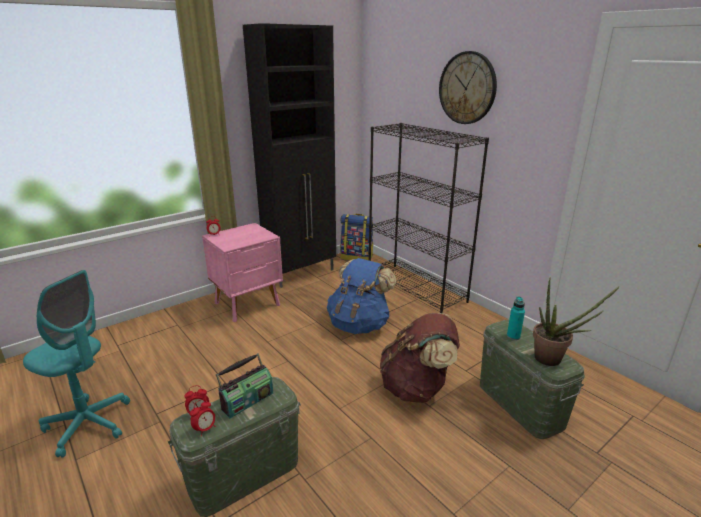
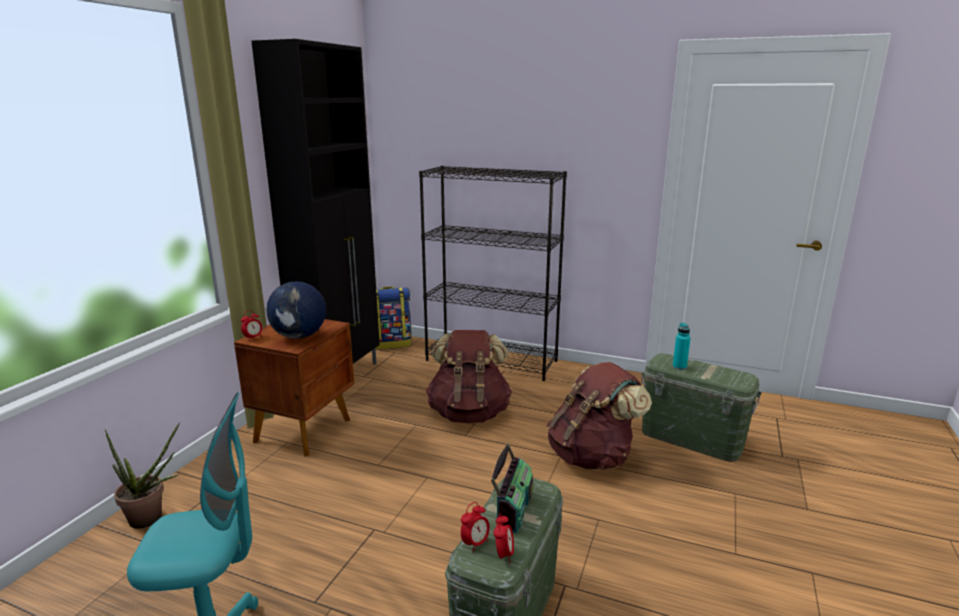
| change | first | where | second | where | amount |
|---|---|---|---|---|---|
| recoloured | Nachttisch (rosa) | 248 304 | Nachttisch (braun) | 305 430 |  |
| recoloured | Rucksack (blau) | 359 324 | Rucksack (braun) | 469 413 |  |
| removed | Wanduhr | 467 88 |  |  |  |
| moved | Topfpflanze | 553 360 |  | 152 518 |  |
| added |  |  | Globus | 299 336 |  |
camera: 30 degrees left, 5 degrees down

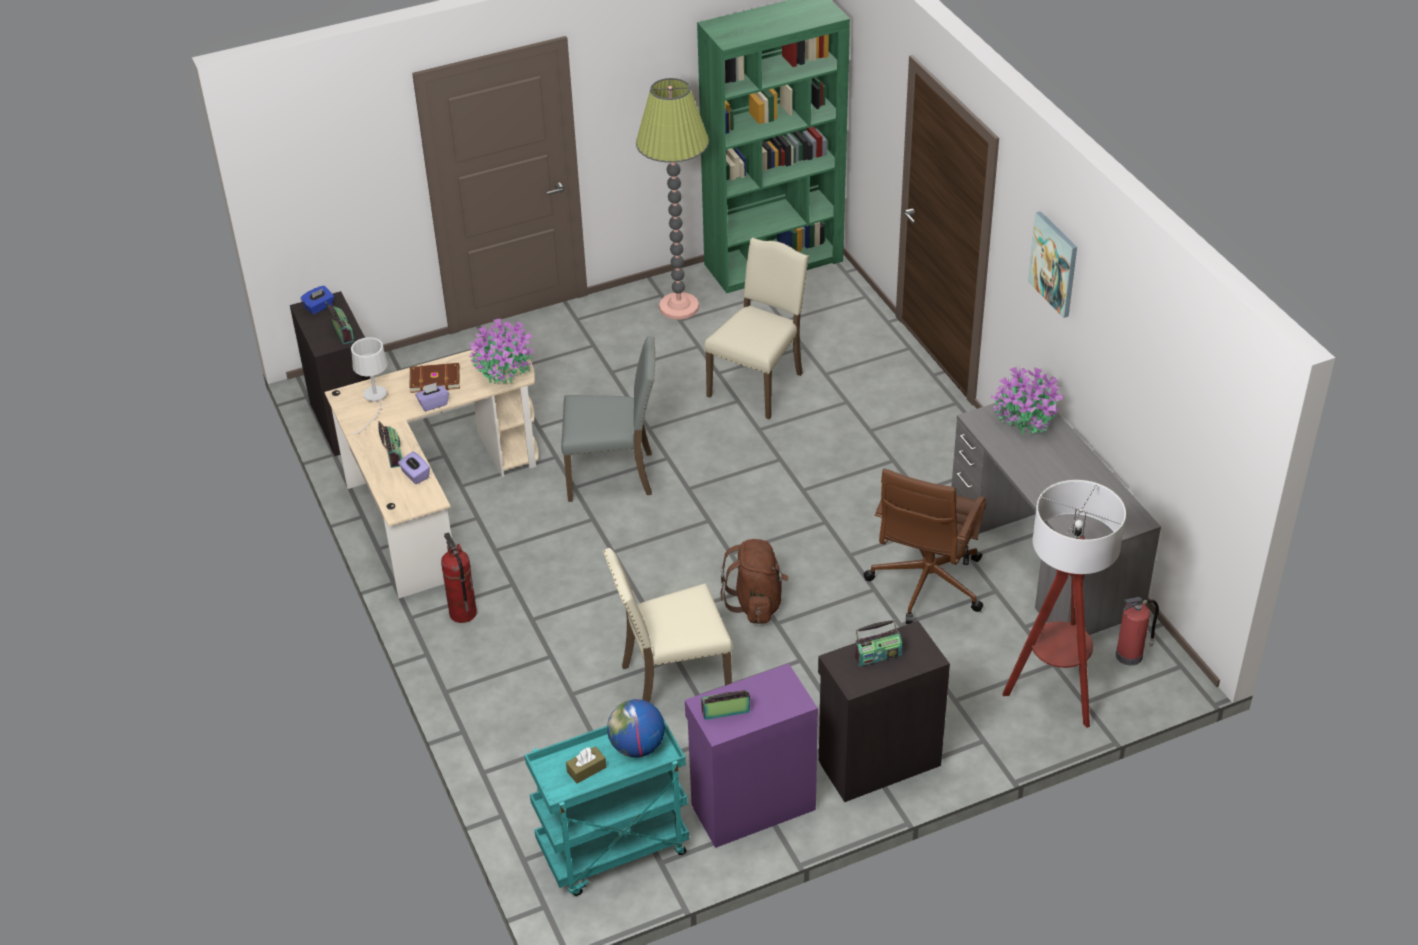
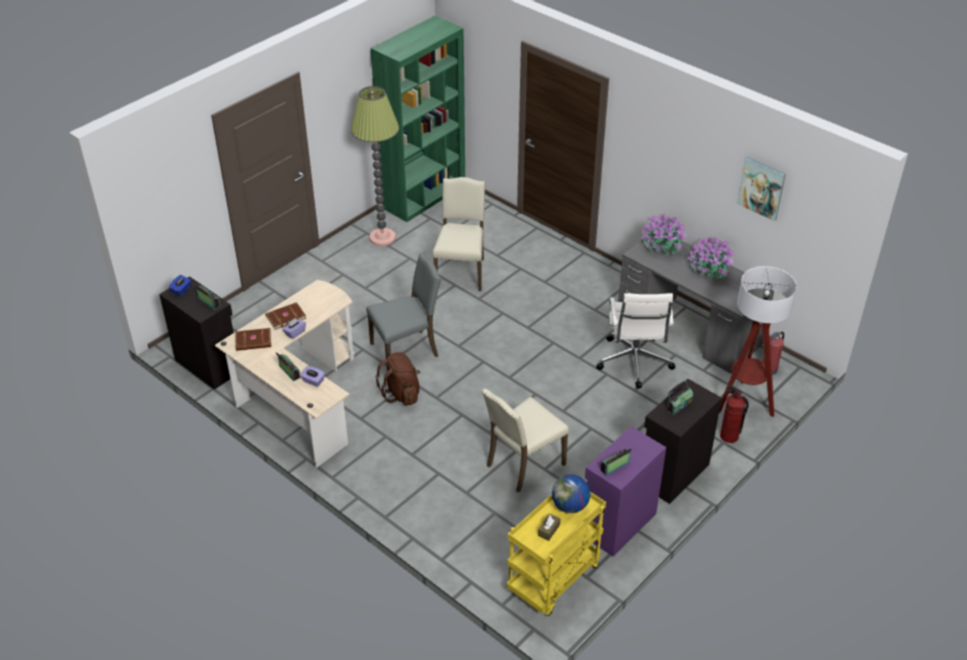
| change | first | where | second | where | amount |
|---|---|---|---|---|---|
| replaced | Tischlampe (weiß) | 374 401 | Buch (braun) | 253 341 |  |
| moved | Feuerlöscher | 463 613 |  | 729 436 |  |
| moved | Topfpflanze | 502 369 |  | 709 270 |  |
| recoloured | Rollwagen (türkis) | 613 852 | Rollwagen (gelb) | 553 580 |  |
| moved | Rucksack (braun) | 756 603 |  | 401 393 |  |
| recoloured | Bürostuhl (braun) | 925 585 | Bürostuhl (weiß) | 634 363 |  |
| moved | Bild | 1054 263 |  | 761 188 |  |
camera: 25 degrees left, 0 degrees up

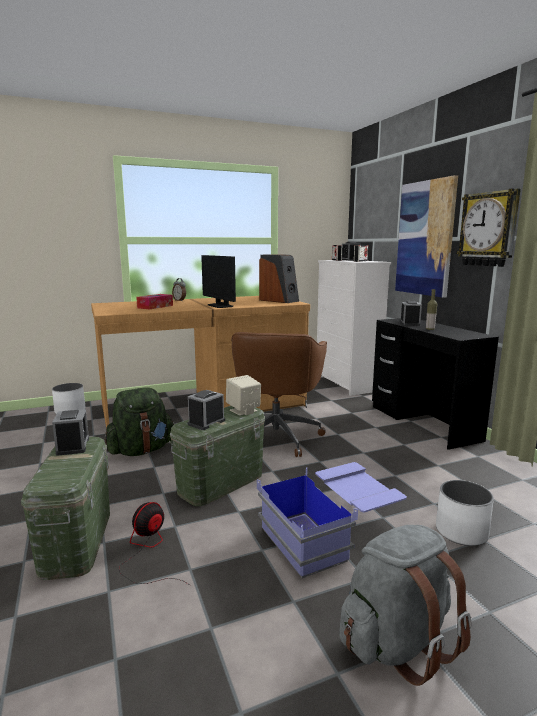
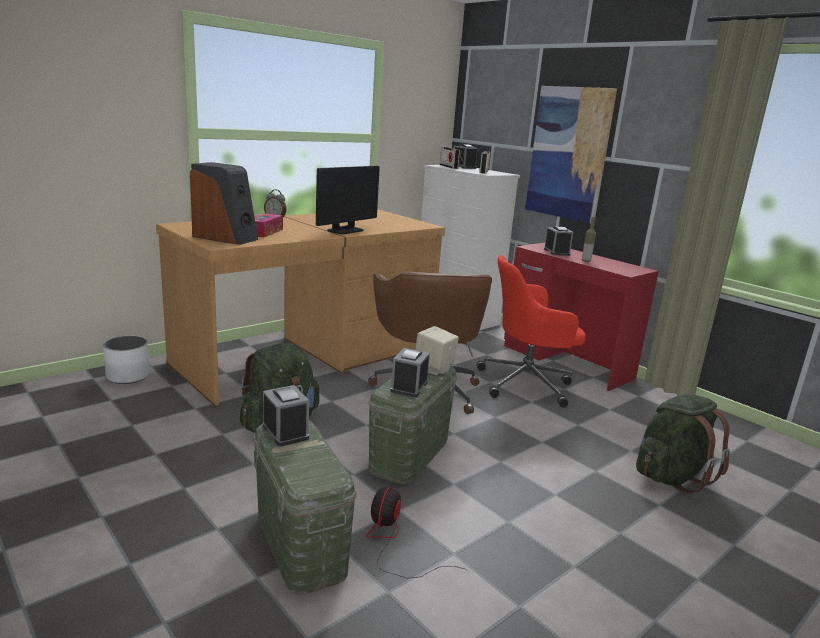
| change | first | where | second | where | amount |
|---|---|---|---|---|---|
| turned | Monitor | 220 306 |  | 345 230 | 90 degrees counterclockwise |
| removed | Aufbewahrungsbox (blau) | 330 536 |  |  |  |
| moved | Lautsprecher | 279 300 |  | 225 238 |  |
| removed | Rucksack (grau) | 397 642 |  |  |  |
| recoloured | Schreibtisch (schwarz) | 423 422 | Schreibtisch (rot) | 566 362 |  |
| replaced | Pflanzkübel (weiß) | 461 532 | Rucksack (grün) | 671 476 |  |
| removed | Wanduhr | 488 229 |  |  |  |
| added |  |  | Bürostuhl (rot) | 527 383 |  |
camera: 20 degrees left, 5 degrees up

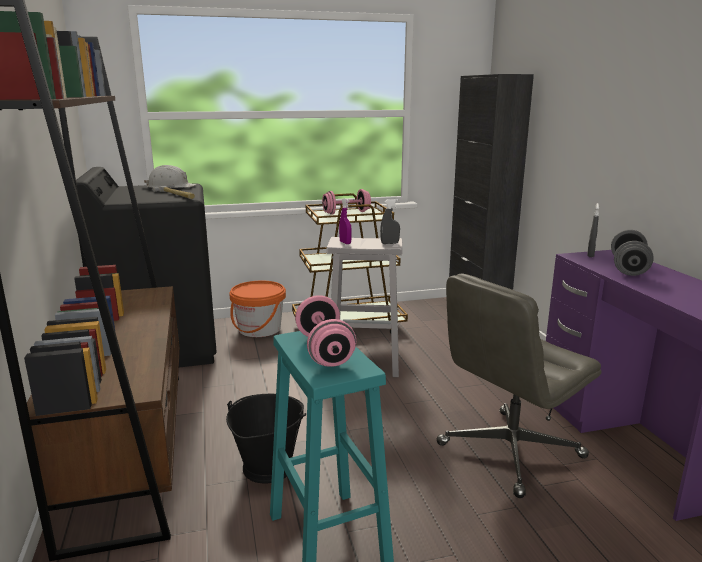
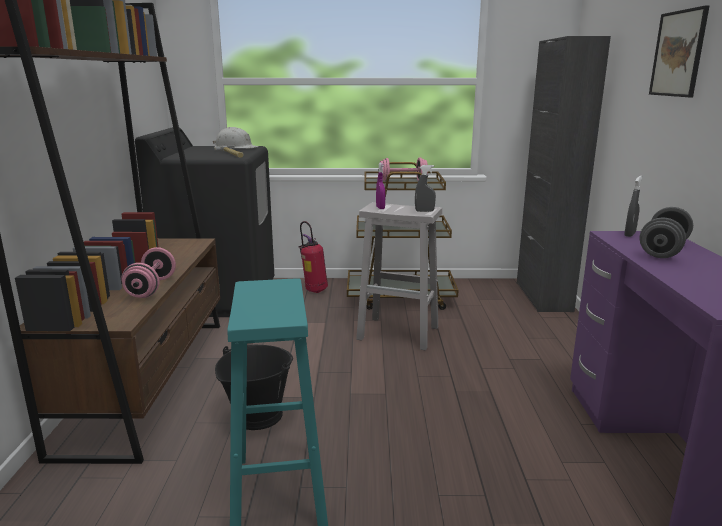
| change | first | where | second | where | amount |
|---|---|---|---|---|---|
| replaced | Eimer (orange) | 259 329 | Feuerlöscher | 314 291 |  |
| moved | Hantel (rosa) | 324 350 |  | 151 288 |  |
| removed | Bürostuhl (grau) | 509 452 |  |  |  |
| added |  |  | Bild | 678 53 |  |
camera: 15 degrees right, 0 degrees up

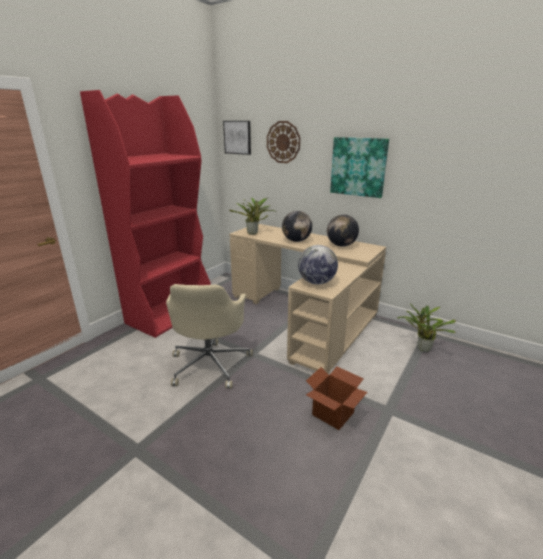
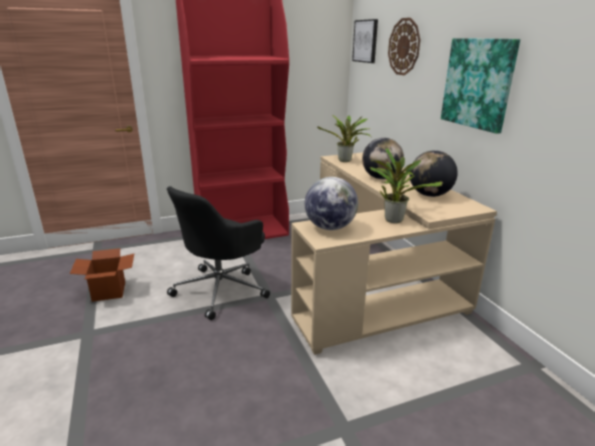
| change | first | where | second | where | amount |
|---|---|---|---|---|---|
| recoloured | Bürostuhl (beige) | 210 363 | Bürostuhl (schwarz) | 221 289 |  |
| moved | Karton | 332 413 |  | 109 291 |  |
| moved | Topfpflanze | 421 348 |  | 393 219 |  |
camera: 35 degrees right, 0 degrees up

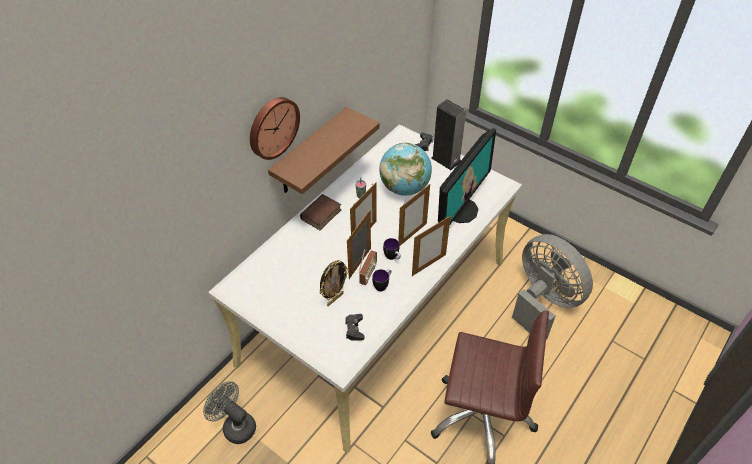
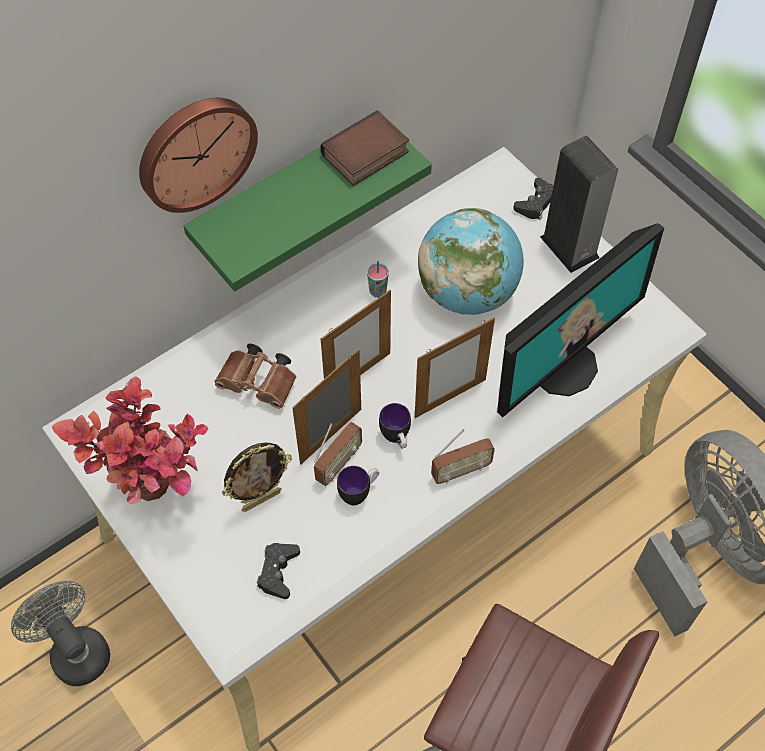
| change | first | where | second | where | amount |
|---|---|---|---|---|---|
| recoloured | Wandregal (braun) | 310 153 | Wandregal (grün) | 287 196 |  |
| moved | Buch | 321 215 |  | 365 155 |  |
| replaced | Bilderrahmen | 429 265 | Radio | 460 471 |  |
| added |  |  | Topfpflanze | 158 496 |  |
| added |  |  | Fernglas (braun) | 260 384 |  |
camera: 15 degrees right, 10 degrees up

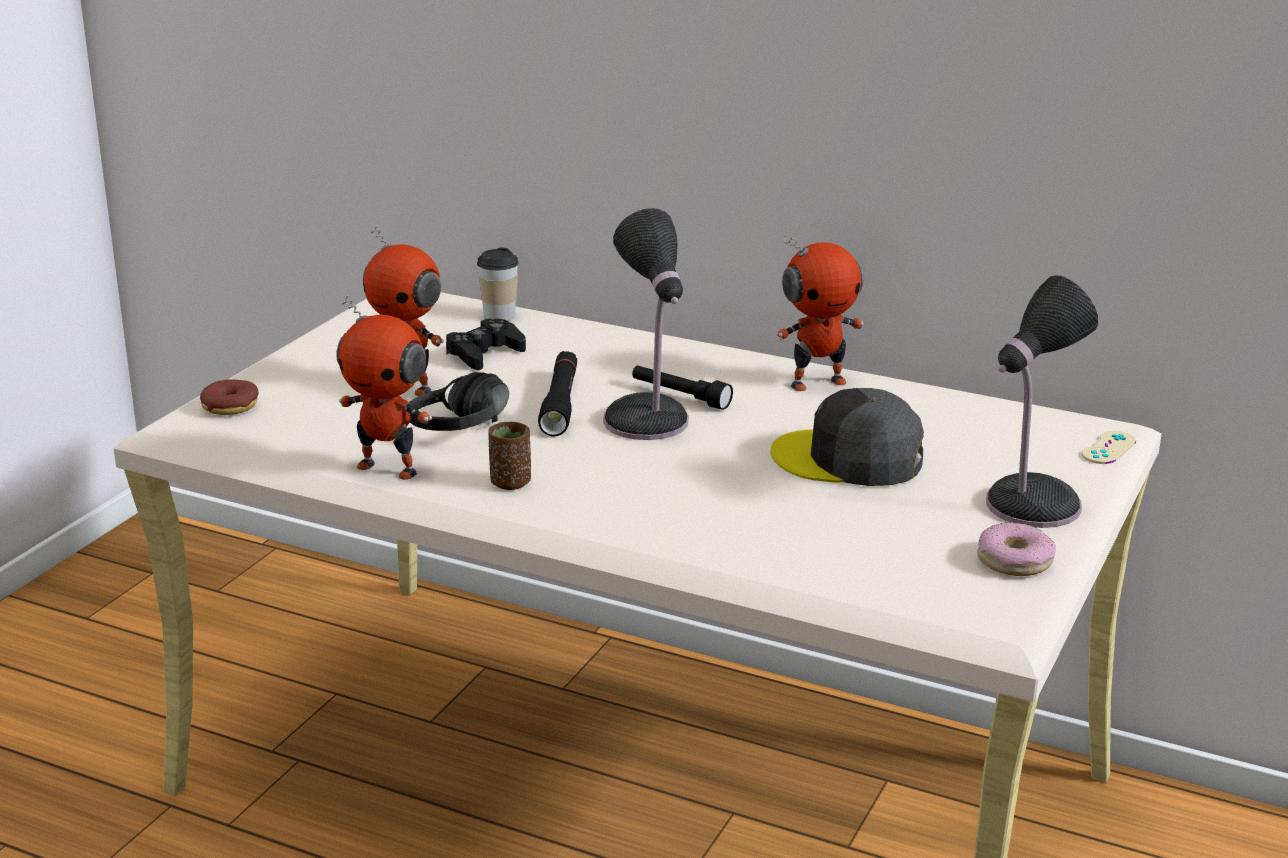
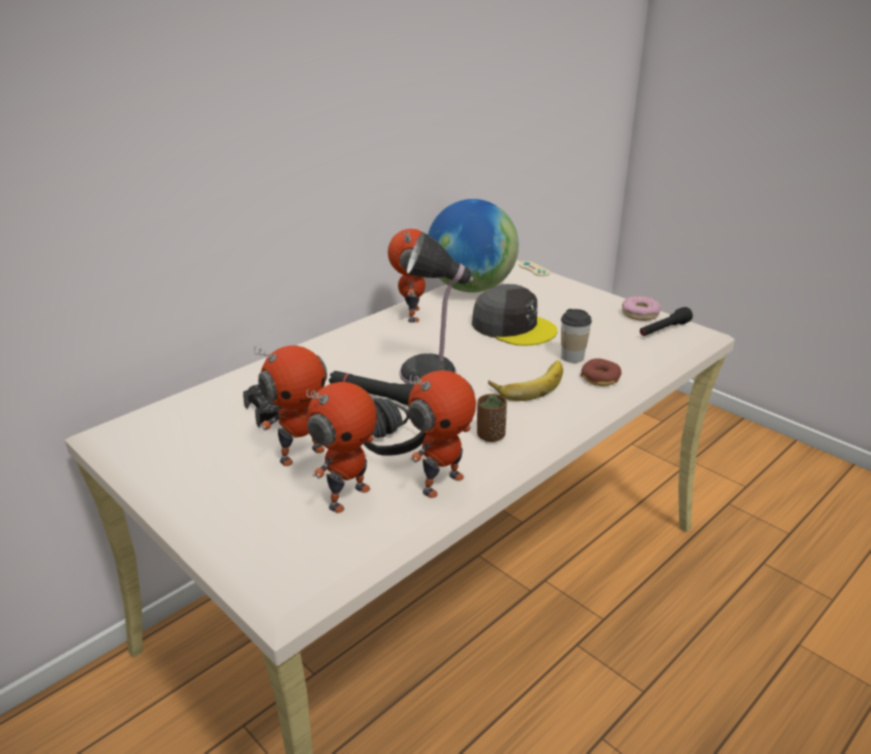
| change | first | where | second | where | amount |
|---|---|---|---|---|---|
| moved | Donut | 230 406 |  | 600 378 |  |
| moved | Tasse | 499 316 |  | 572 357 |  |
| moved | Taschenlampe (schwarz) | 680 396 |  | 663 330 |  |
| turned | Kappe (grau) | 849 459 |  | 513 327 | 90 degrees counterclockwise |
| removed | Tischlampe | 1027 506 |  |  |  |
| added |  |  | Spielzeugroboter | 347 496 |  |
| added |  |  | Globus | 470 288 |  |
| added |  |  | Banane | 528 383 |  |
camera: 70 degrees left, 5 degrees up

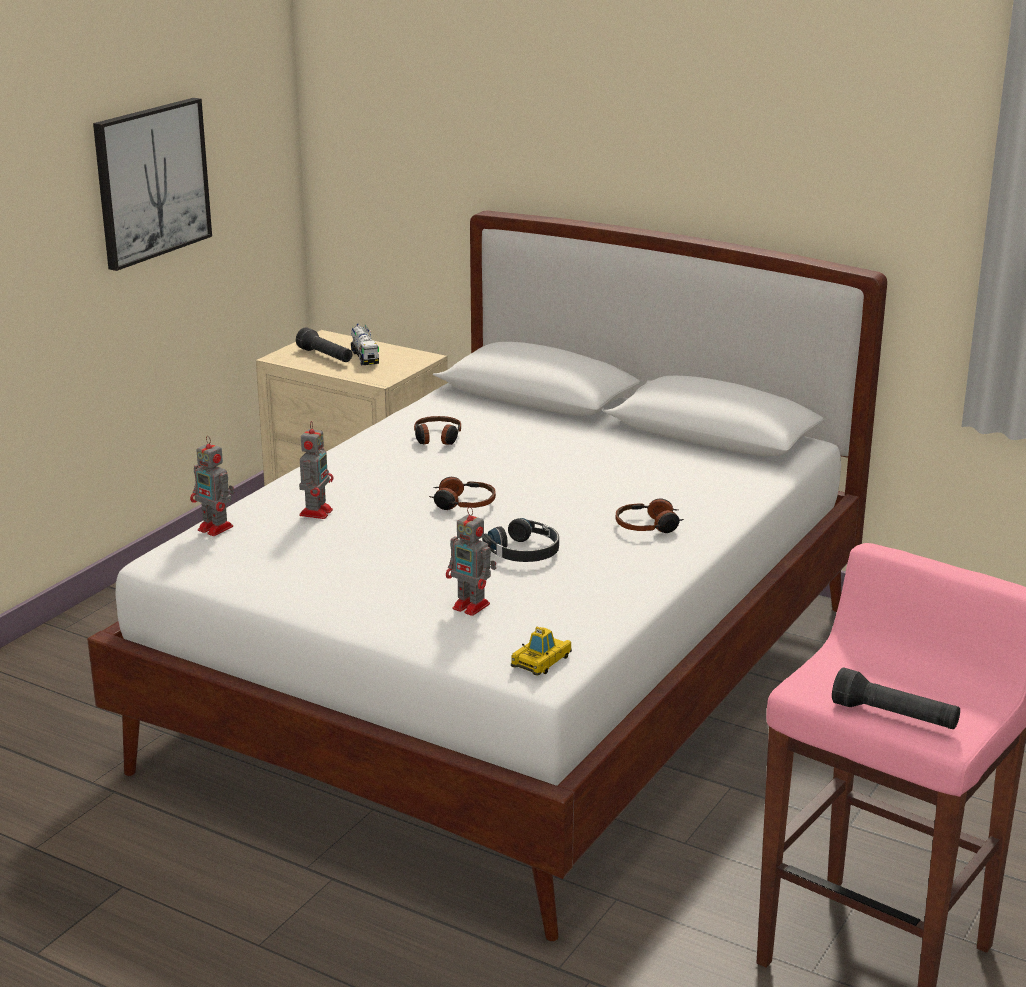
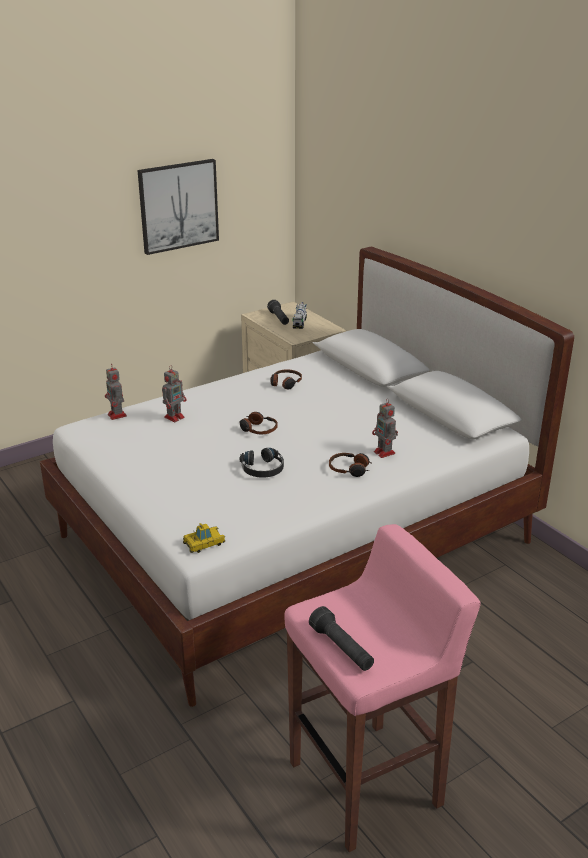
| change | first | where | second | where | amount |
|---|---|---|---|---|---|
| moved | Spielzeugroboter | 472 607 |  | 385 453 |  |
camera: 25 degrees right, 5 degrees up

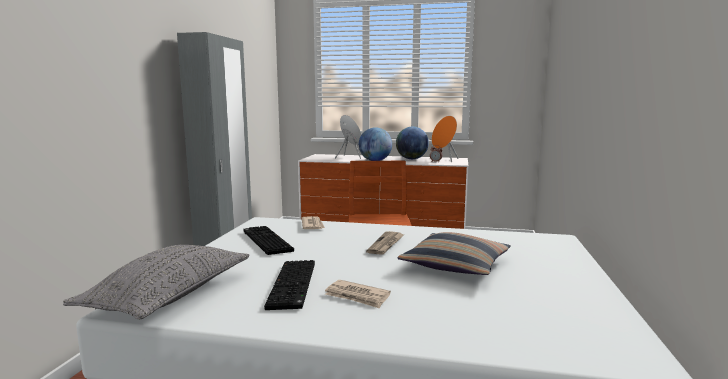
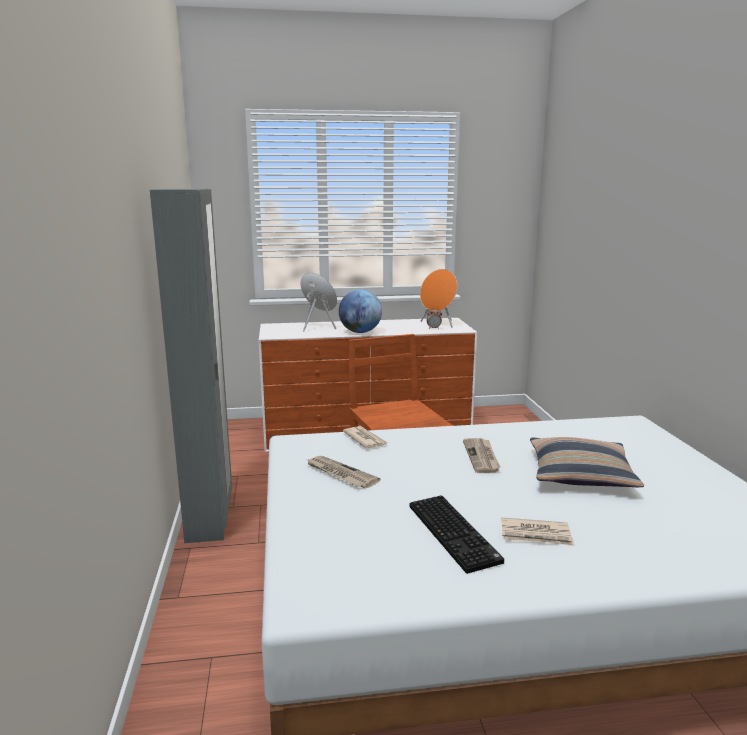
| change | first | where | second | where | amount |
|---|---|---|---|---|---|
| removed | Kissen (grau) | 169 296 |  |  |  |
| replaced | Tastatur | 265 241 | Zeitung | 340 474 |  |
| removed | Globus | 411 159 |  |  |  |
camera: 20 degrees left, 5 degrees up

